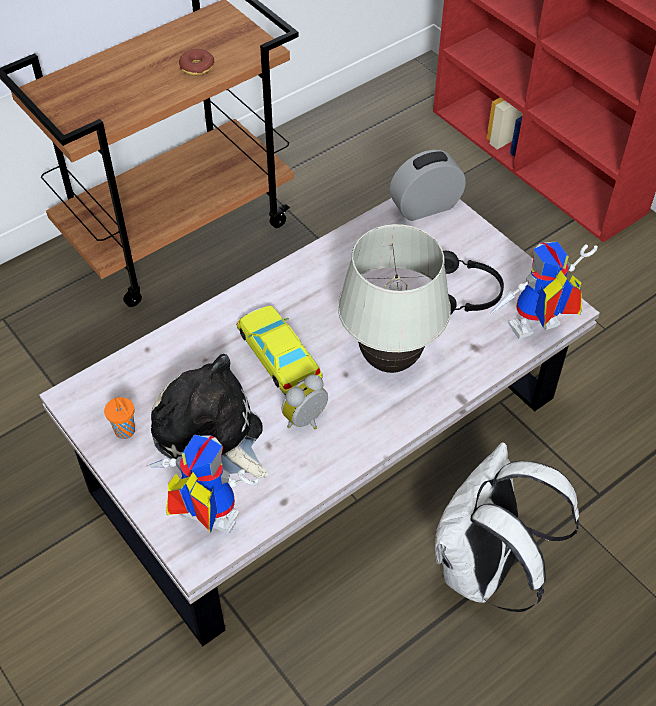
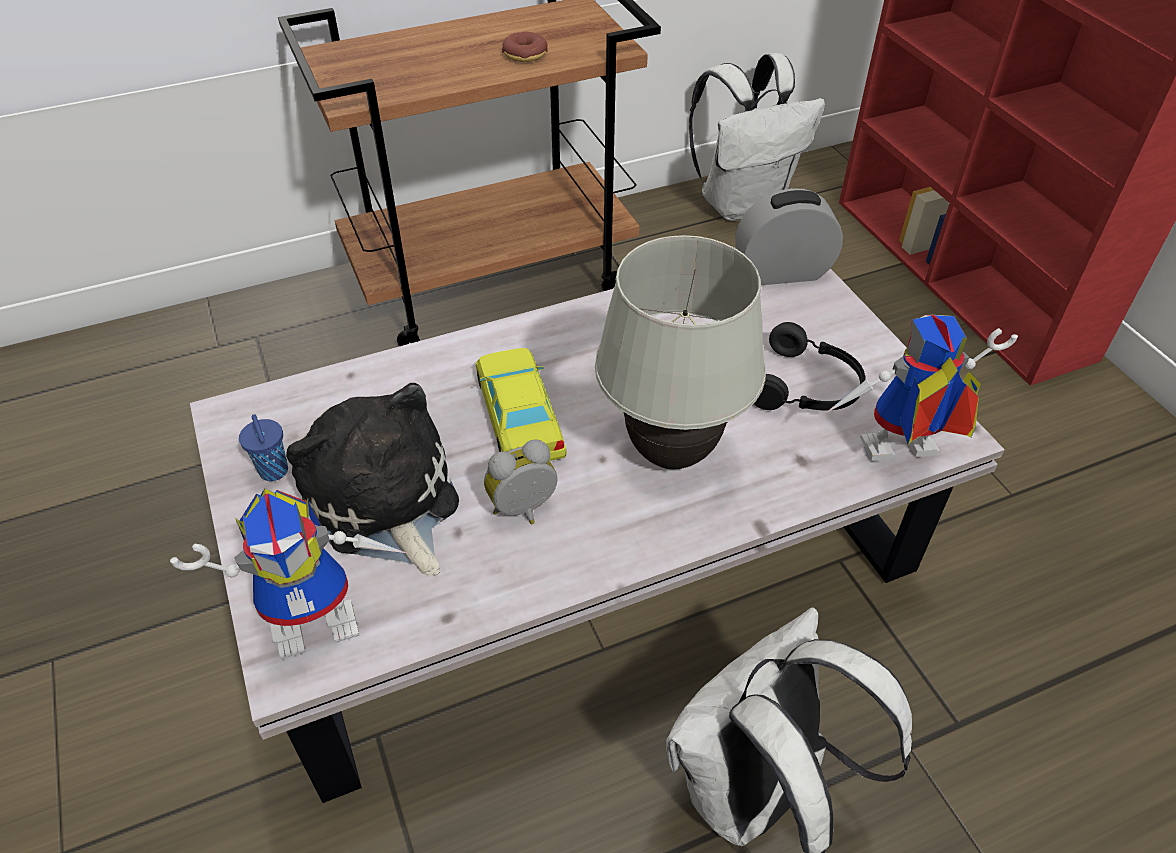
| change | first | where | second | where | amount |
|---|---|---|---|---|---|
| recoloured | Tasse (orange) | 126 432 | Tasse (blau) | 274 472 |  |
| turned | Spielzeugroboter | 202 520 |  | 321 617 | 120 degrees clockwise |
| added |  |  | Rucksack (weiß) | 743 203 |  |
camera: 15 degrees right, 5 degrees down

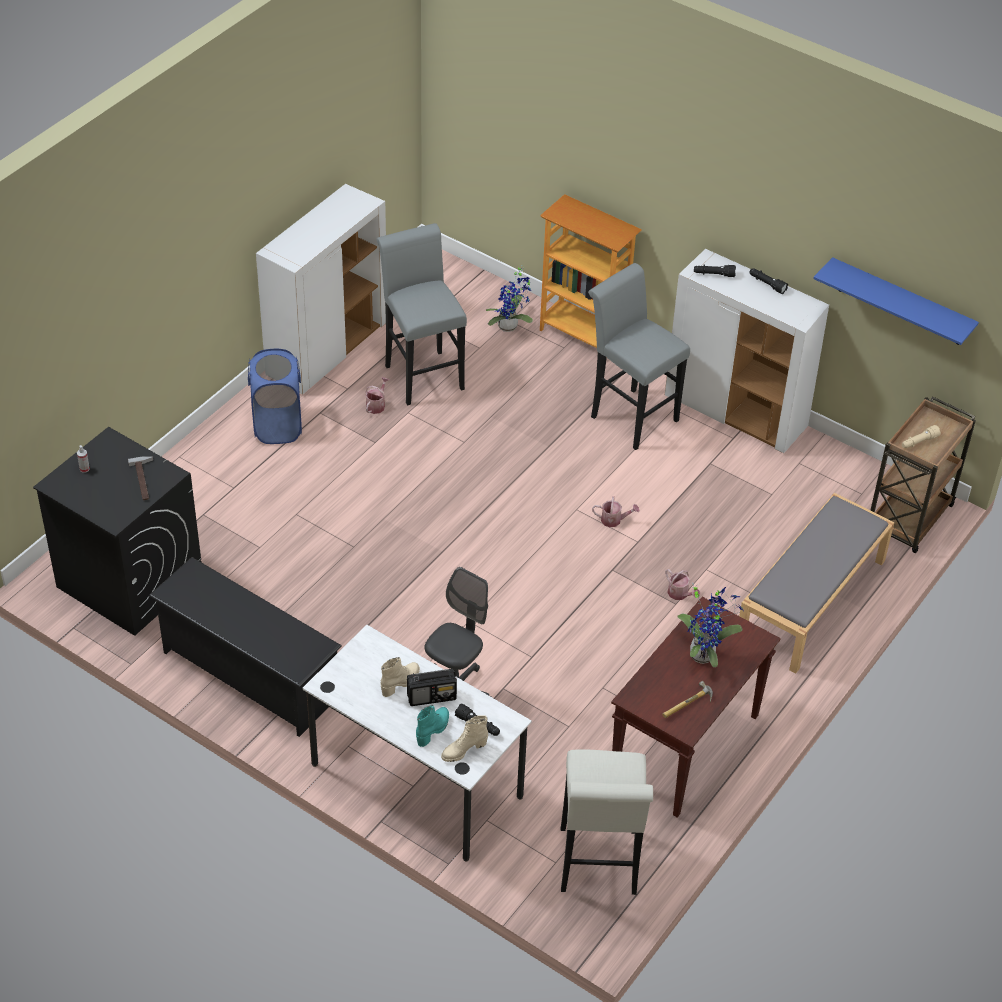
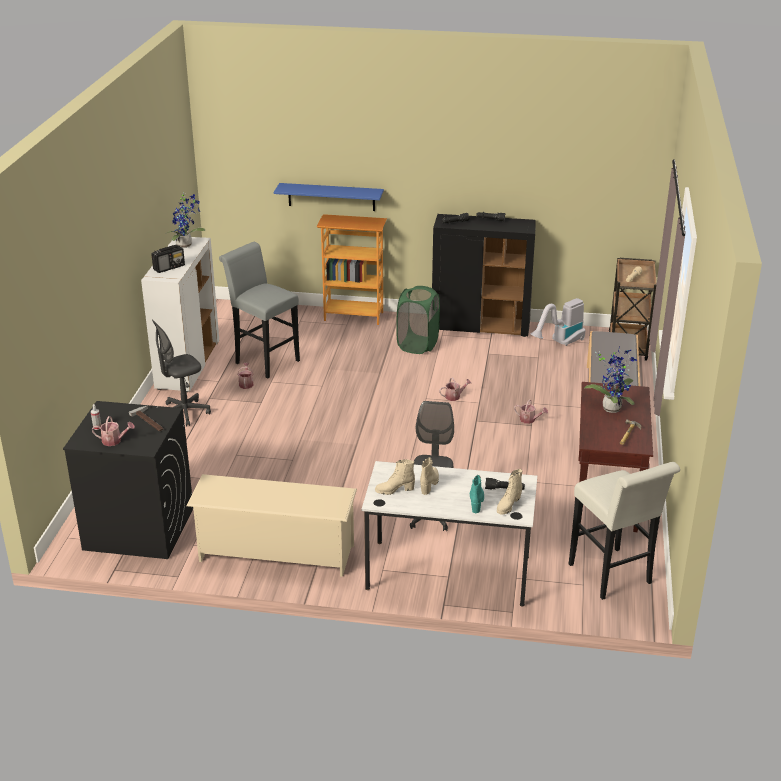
| change | first | where | second | where | amount |
|---|---|---|---|---|---|
| recoloured | Schuhregal (schwarz) | 249 675 | Schuhregal (beige) | 275 553 |  |
| replaced | Wäschekorb (blau) | 277 426 | Bürostuhl (grau) | 184 413 |  |
| moved | Radio | 432 696 |  | 169 267 |  |
| moved | Topfpflanze | 510 327 |  | 186 245 |  |
| replaced | Hocker (grau) | 629 415 | Wäschekorb (grün) | 417 345 |  |
| recoloured | Schrank (weiß) | 736 412 | Schrank (schwarz) | 481 326 |  |
| moved | Wandregal (blau) | 901 303 |  | 331 197 |  |
| added |  |  | Gießkanne | 114 441 |  |
| added |  |  | Stiefel (beige) | 394 490 |  |
| added |  |  | Staubsauger | 559 343 |  |
camera: 25 degrees left, 15 degrees down

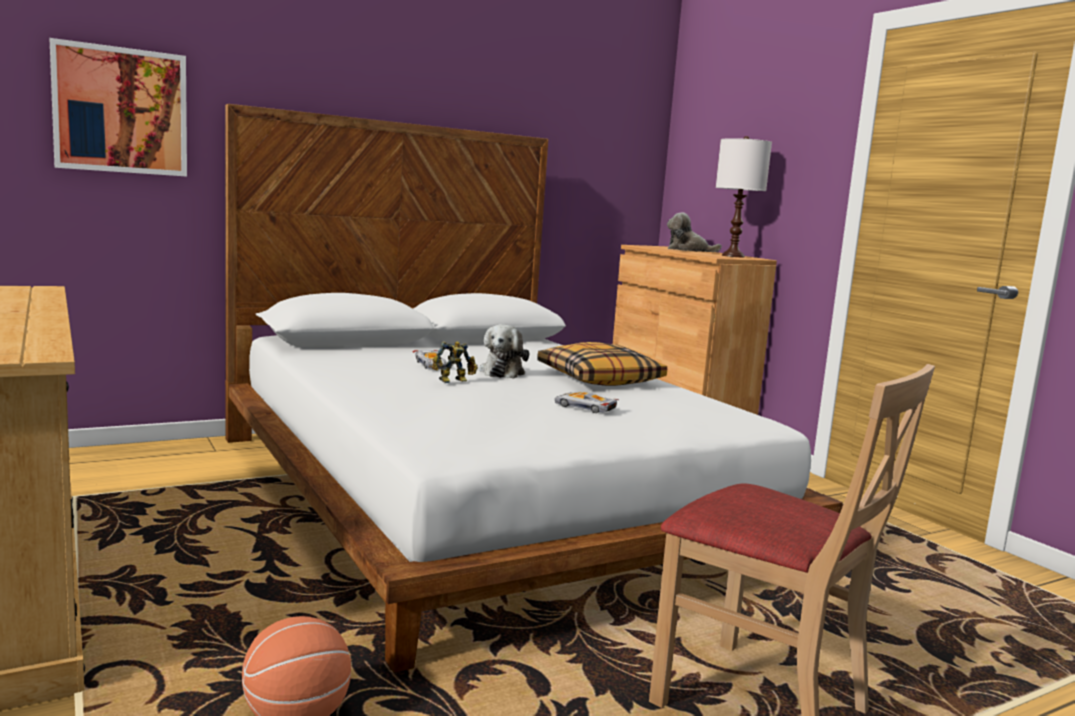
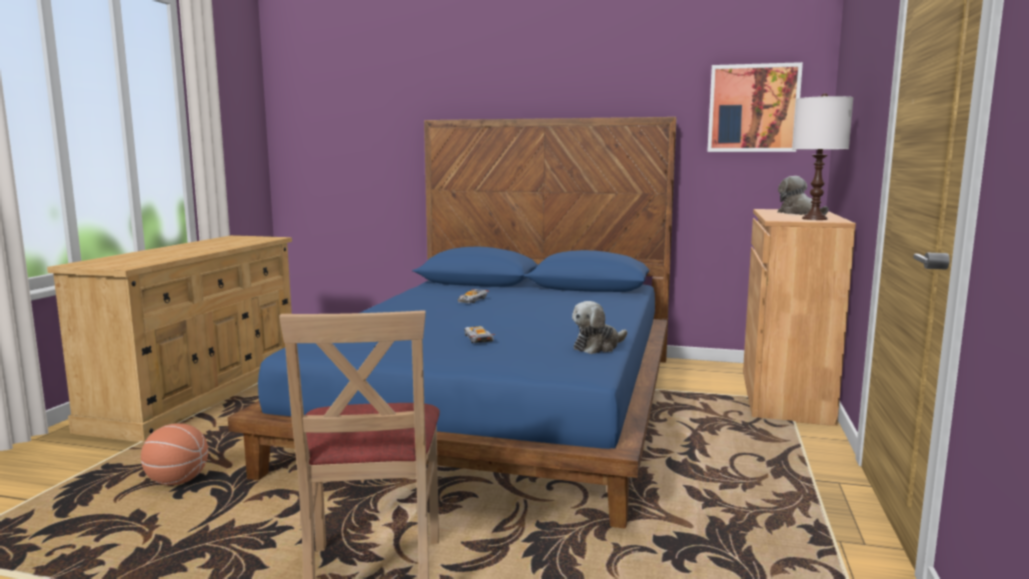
| change | first | where | second | where | amount |
|---|---|---|---|---|---|
| moved | Bild | 121 110 |  | 753 108 |  |
| recoloured | Bett (weiß) | 482 498 | Bett (blau) | 501 407 |  |
| removed | Spielzeugroboter | 454 381 |  |  |  |
| moved | Plüschtier | 502 372 |  | 598 346 |  |
| removed | Kissen | 599 379 |  |  |  |
camera: 45 degrees right, 0 degrees up

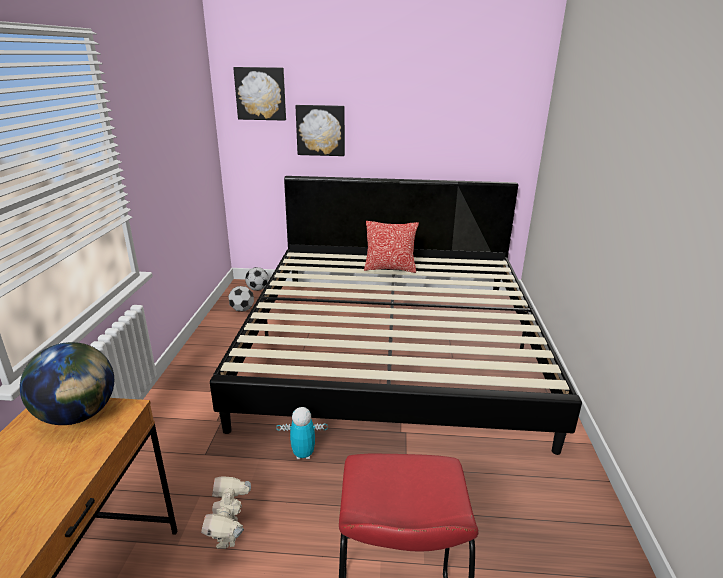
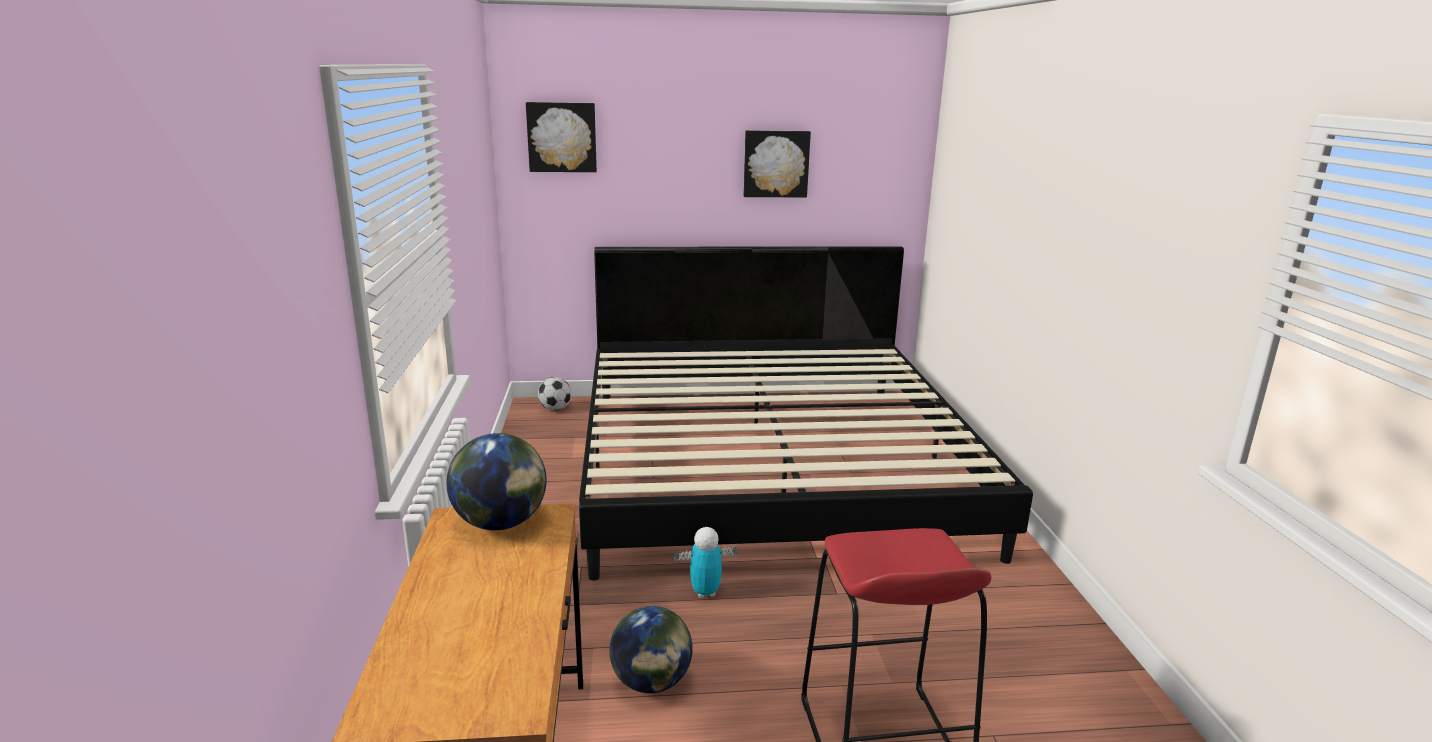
| change | first | where | second | where | amount |
|---|---|---|---|---|---|
| replaced | Spielzeugroboter | 230 535 | Globus | 651 682 |  |
| removed | Fußball | 242 310 |  |  |  |
| moved | Bild | 321 130 |  | 776 163 |  |
| removed | Kissen | 390 269 |  |  |  |
camera: 10 degrees left, 5 degrees down

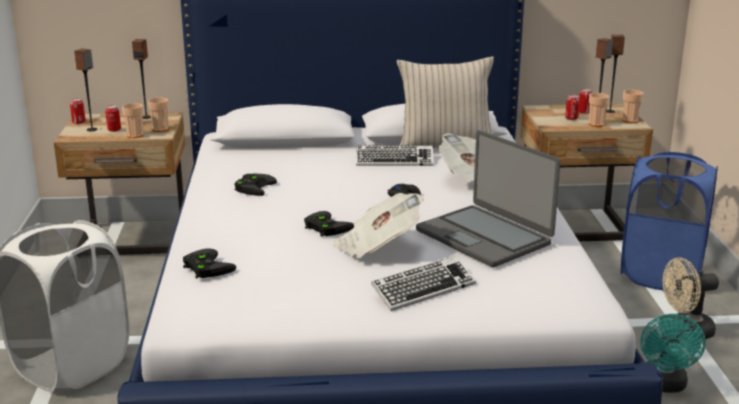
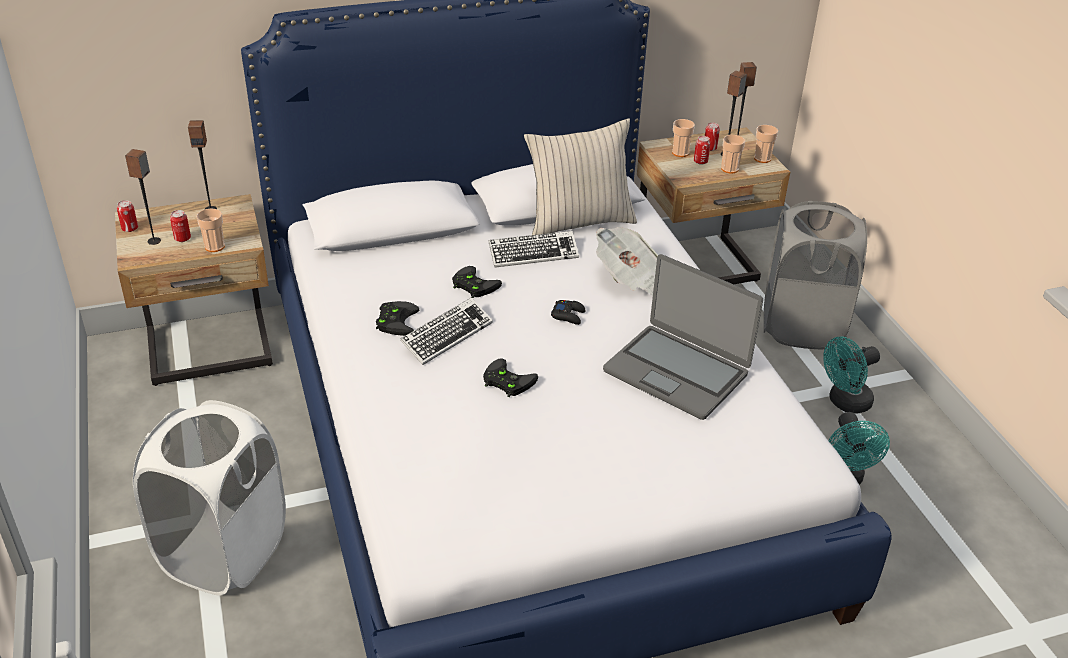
| change | first | where | second | where | amount |
|---|---|---|---|---|---|
| moved | Tasse | 160 129 |  | 680 153 |  |
| moved | Gamepad (schwarz) | 205 267 |  | 473 285 |  |
| removed | Zeitung | 377 246 |  |  |  |
| moved | Tastatur | 423 289 |  | 447 336 |  |
| recoloured | Wäschekorb (blau) | 661 274 | Wäschekorb (grau) | 802 326 |  |
| recoloured | Ventilator (beige) | 685 331 | Ventilator (türkis) | 844 402 |  |
camera: 15 degrees left, 15 degrees up

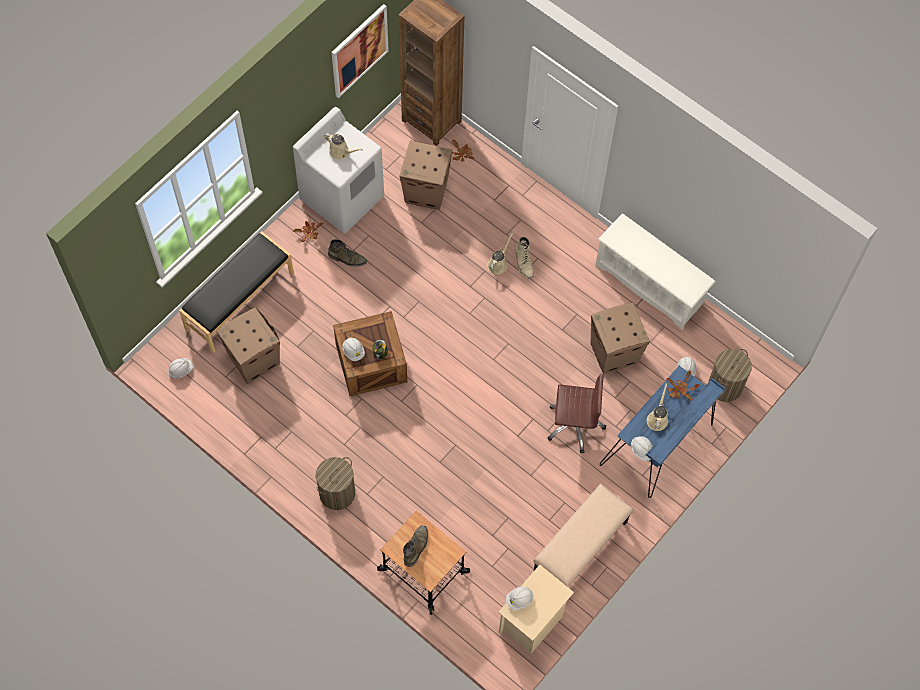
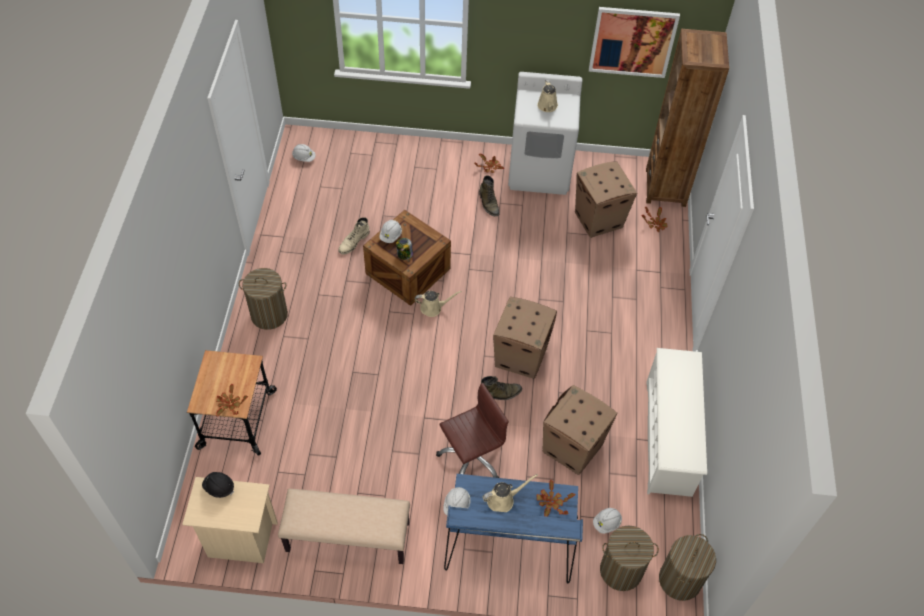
| change | first | where | second | where | amount |
|---|---|---|---|---|---|
| removed | Bank (schwarz) | 239 301 |  |  |  |
| moved | Karton | 253 359 |  | 521 356 |  |
| moved | Stiefel (grün) | 416 546 |  | 500 394 |  |
| moved | Gießkanne (beige) | 498 264 |  | 433 308 |  |
| recoloured | Schutzhelm (weiß) | 519 600 | Schutzhelm (schwarz) | 219 488 |  |
| moved | Stiefel (beige) | 524 263 |  | 353 242 |  |
| turned | Bürostuhl (braun) | 574 424 |  | 471 458 | 90 degrees counterclockwise |
| added |  |  | Topfpflanze | 230 404 |  |
| added |  |  | Wäschekorb | 680 580 |  |
camera: 55 degrees right, 10 degrees down

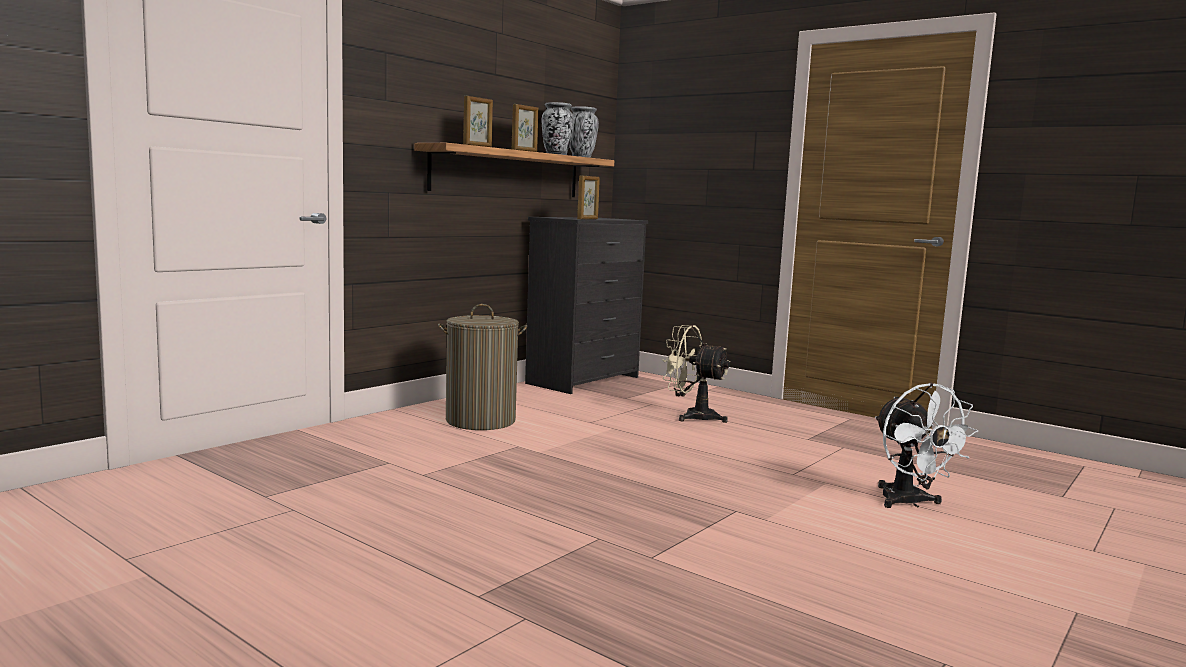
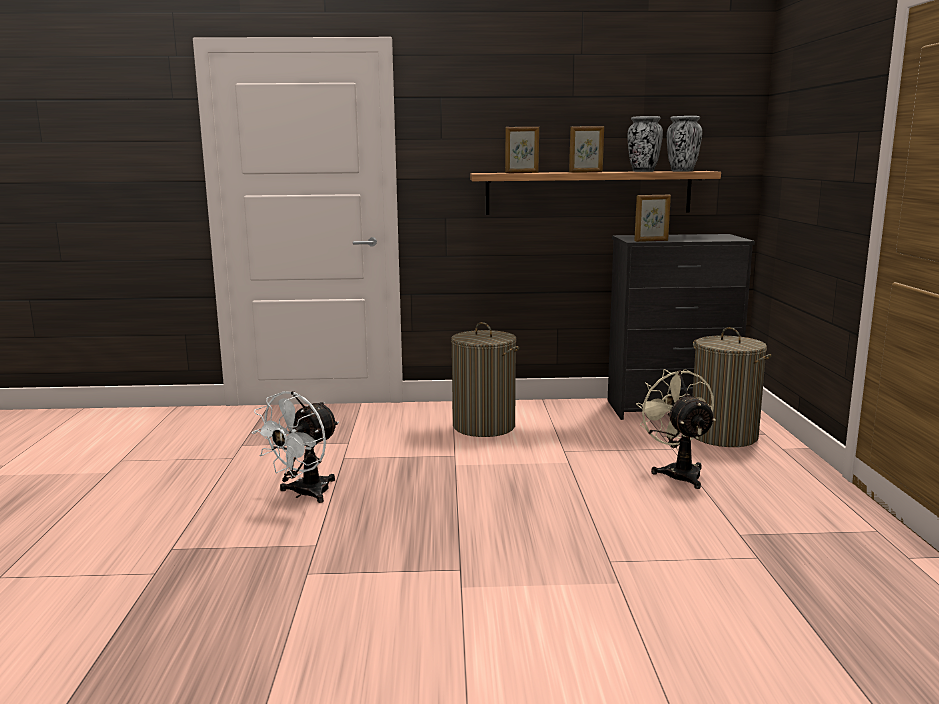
| change | first | where | second | where | amount |
|---|---|---|---|---|---|
| moved | Ventilator (weiß) | 909 503 |  | 304 494 |  |
| added |  |  | Wäschekorb | 724 436 |  |
camera: 50 degrees right, 5 degrees up

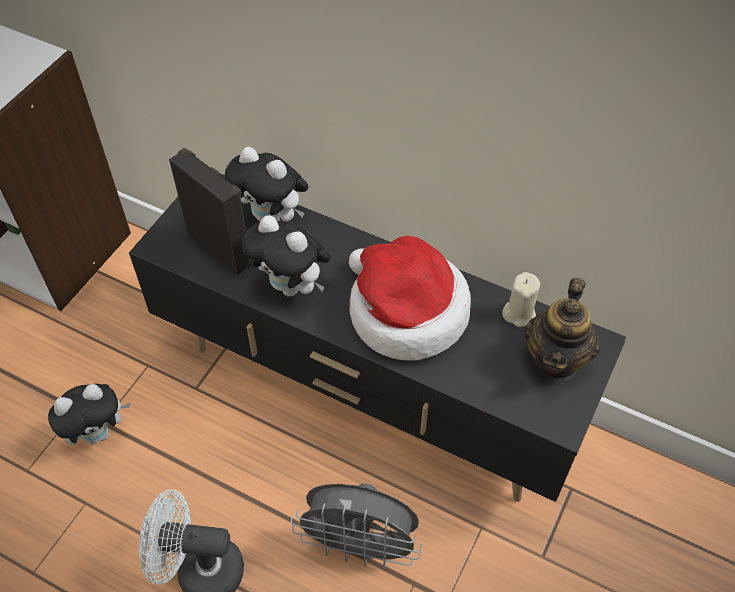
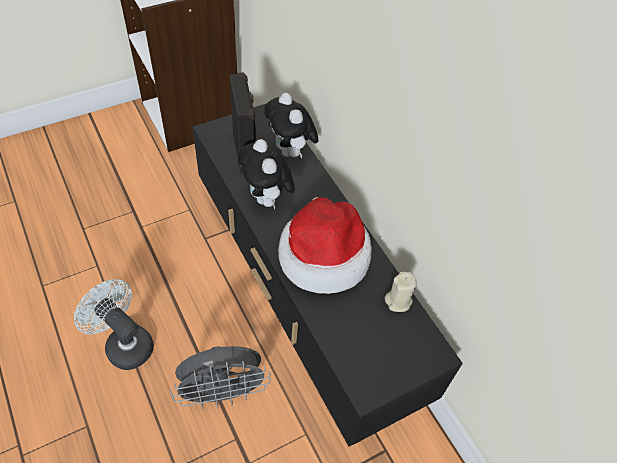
| change | first | where | second | where | amount |
|---|---|---|---|---|---|
| removed | Plüschtier | 98 433 |  |  |  |
| turned | Ventilator (grau) | 360 546 |  | 223 393 | 60 degrees counterclockwise |
| removed | Teekanne | 556 359 |  |  |  |
camera: 30 degrees right, 0 degrees up

